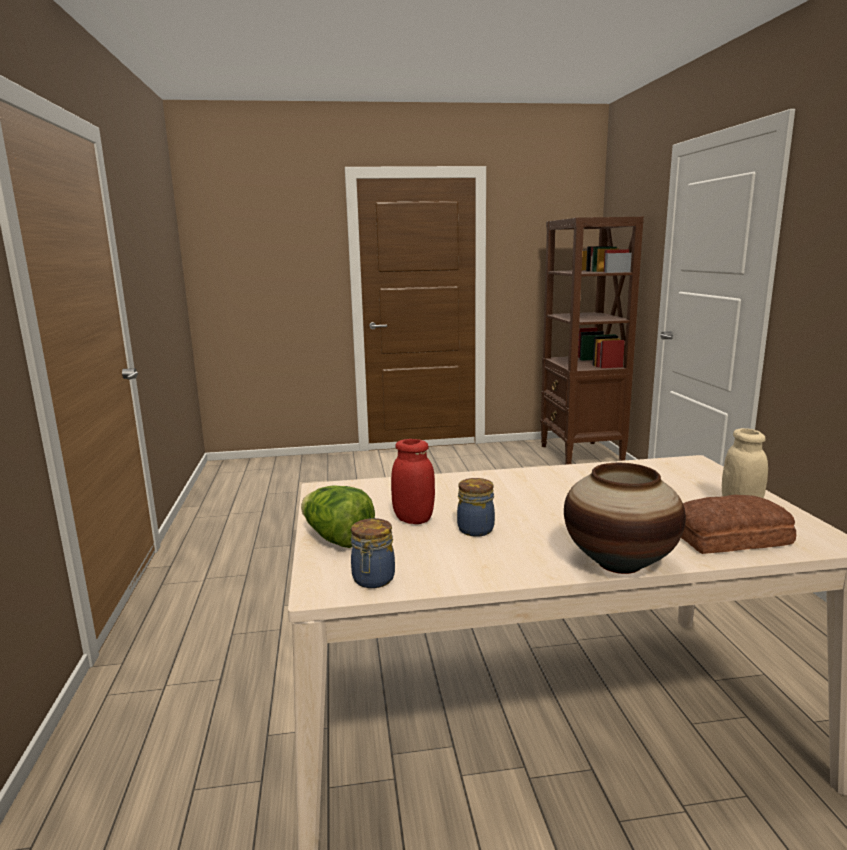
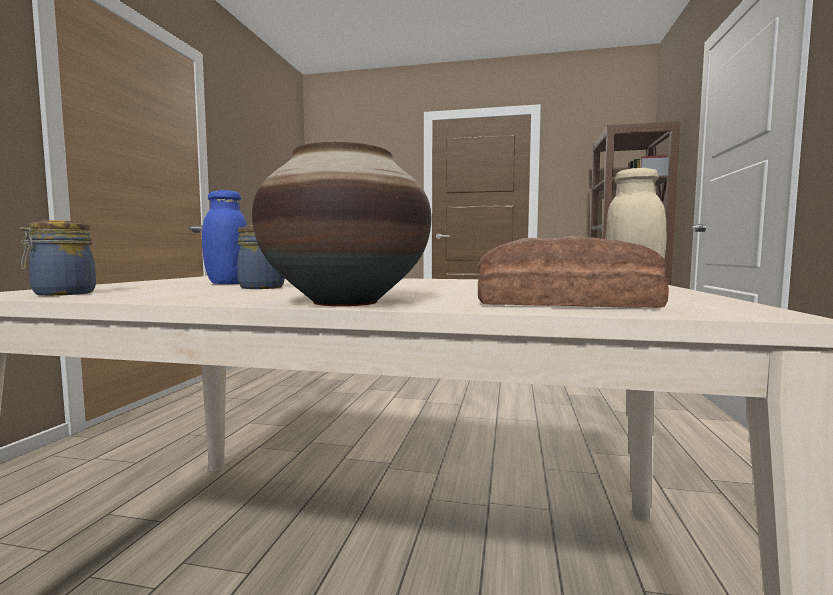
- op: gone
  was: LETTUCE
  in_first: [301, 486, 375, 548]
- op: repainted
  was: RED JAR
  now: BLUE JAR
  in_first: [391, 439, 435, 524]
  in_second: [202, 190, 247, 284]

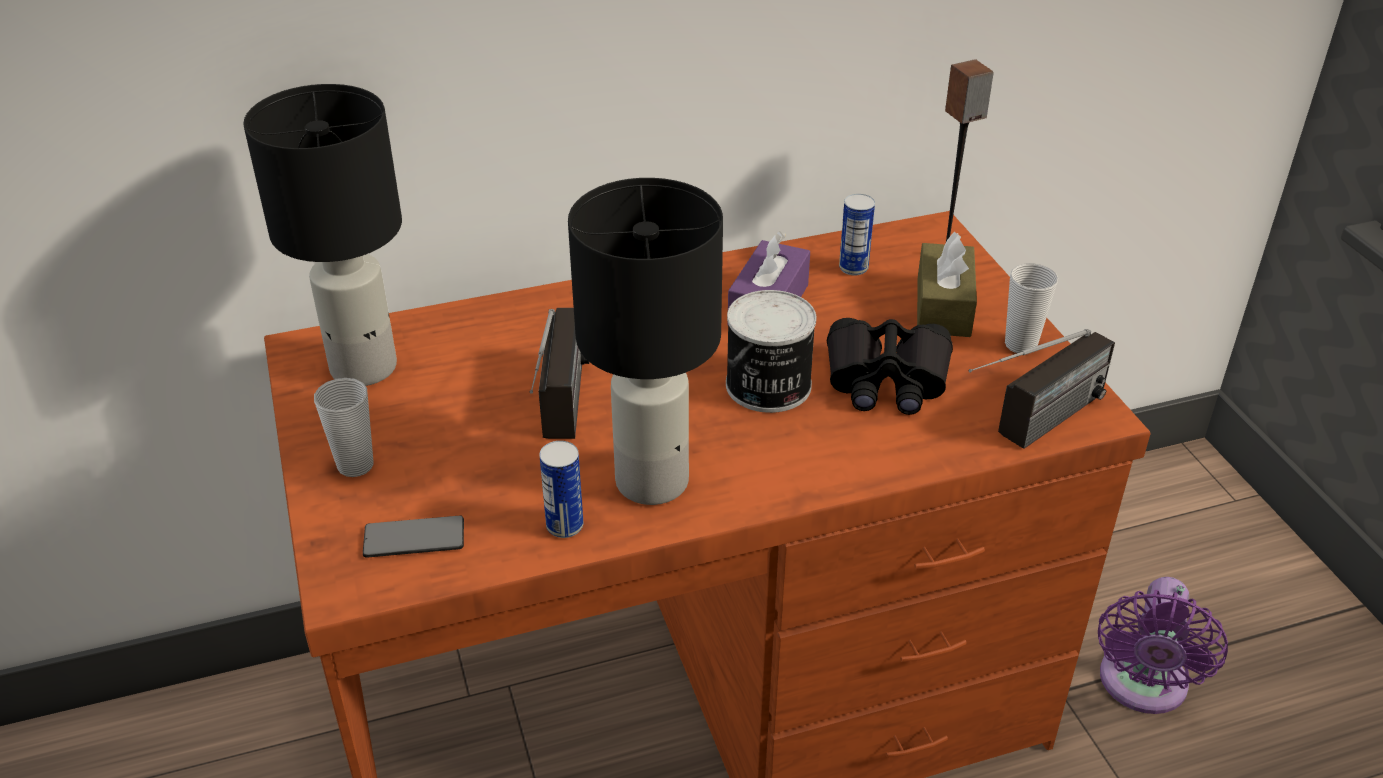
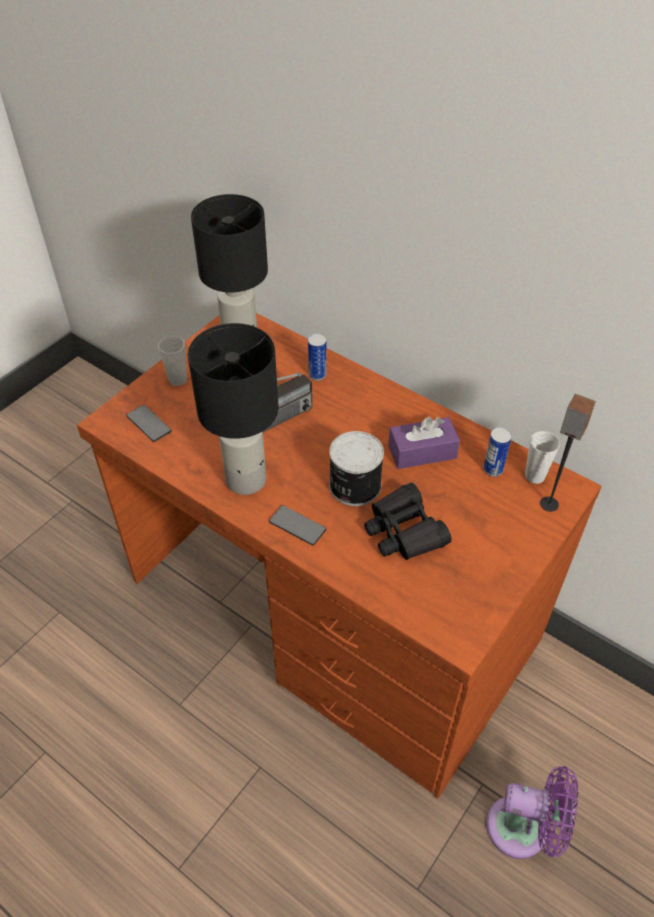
- op: gone
  was: BROWN TISSUE BOX
  in_first: [917, 232, 977, 337]
- op: gone
  was: RADIO
  in_first: [969, 329, 1115, 449]
- op: new
  now: PHONE
  in_second: [269, 505, 326, 545]
- op: shifted
  was: CAN
  in_first: [539, 441, 583, 538]
  in_second: [308, 334, 326, 381]
- op: shifted
  was: CUP
  in_first: [1005, 263, 1058, 353]
  in_second: [525, 431, 560, 484]
- op: rotated
  was: PURPLE FAN
  in_first: [1098, 577, 1228, 714]
  in_second: [486, 766, 578, 859]
  clockwise: -150

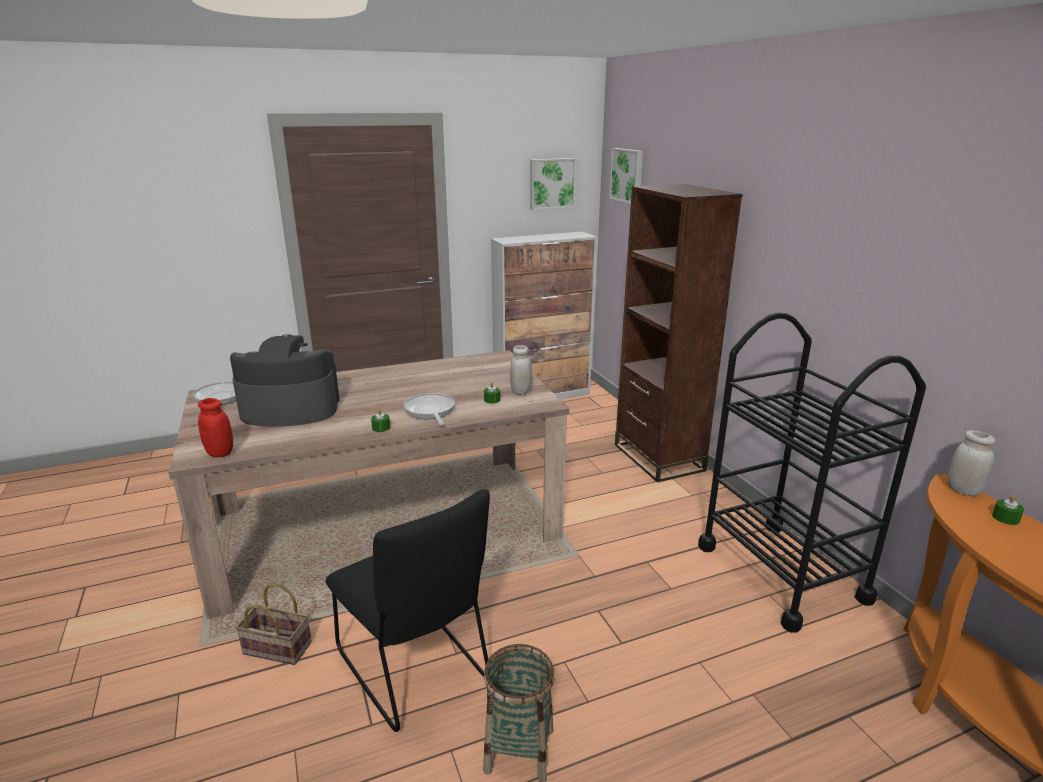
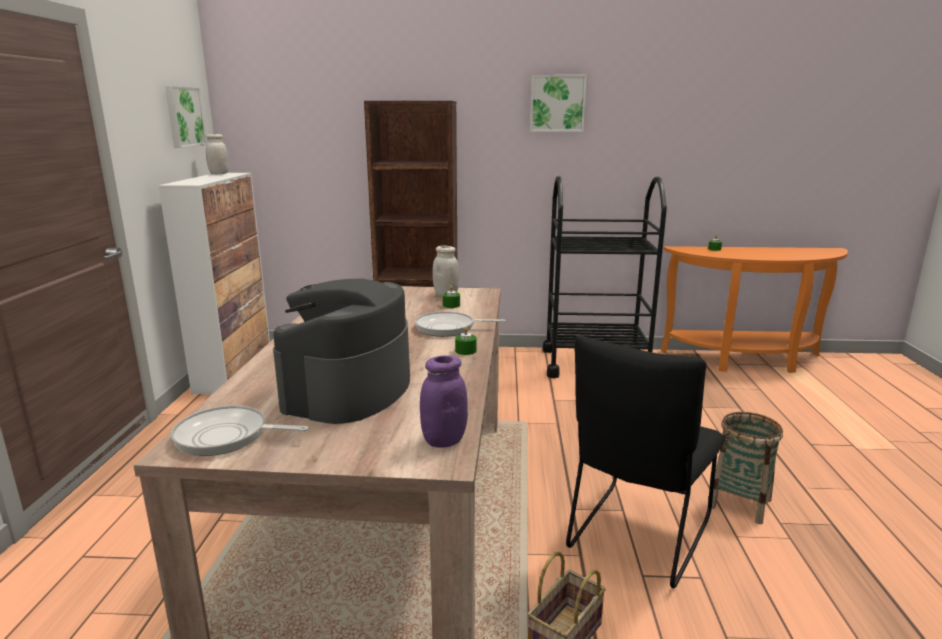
- op: shifted
  was: PICTURE
  in_first: [609, 148, 643, 204]
  in_second: [530, 75, 587, 132]
- op: shifted
  was: WHITE JAR
  in_first: [948, 430, 996, 496]
  in_second: [206, 134, 229, 174]
- op: repainted
  was: RED JAR
  now: PURPLE JAR
  in_first: [198, 398, 233, 457]
  in_second: [420, 355, 468, 448]
- op: rotated
  was: BLACK CHAIR
  in_first: [325, 489, 490, 732]
  in_second: [566, 336, 724, 589]
  clockwise: 135

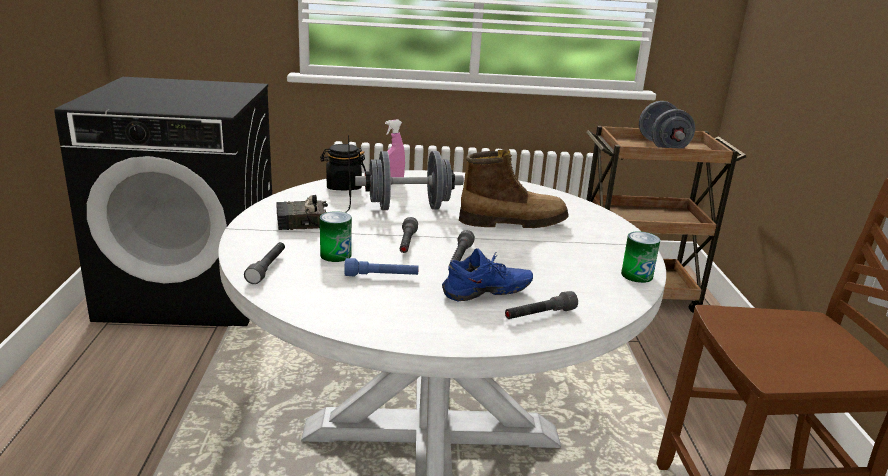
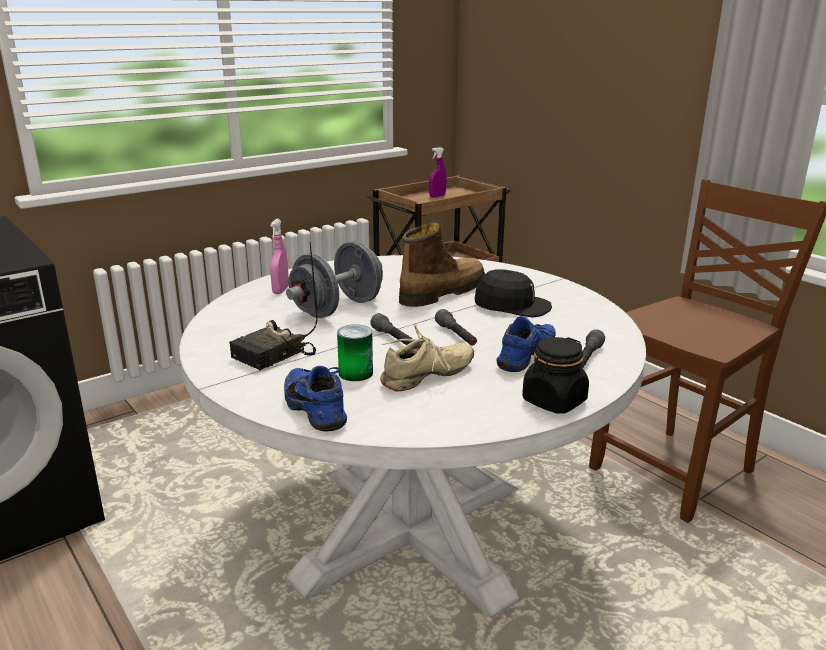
- op: gone
  was: CAN
  in_first: [621, 231, 660, 283]
- op: new
  now: BLACK CAP
  in_second: [474, 269, 552, 318]
- op: shifted
  was: BLACK JAR
  in_first: [320, 144, 366, 190]
  in_second: [522, 337, 589, 414]
- op: swapped
  was: GREY FLASHLIGHT
  now: BLUE SHOE
  in_first: [244, 242, 285, 284]
  in_second: [284, 366, 347, 432]
- op: swapped
  was: BLUE FLASHLIGHT
  now: BEIGE SHOE
  in_first: [344, 258, 419, 277]
  in_second: [380, 324, 474, 391]
- op: swapped
  was: GREY DUMBBELL
  now: PURPLE SPRAY BOTTLE
  in_first: [639, 101, 695, 149]
  in_second: [429, 147, 447, 198]

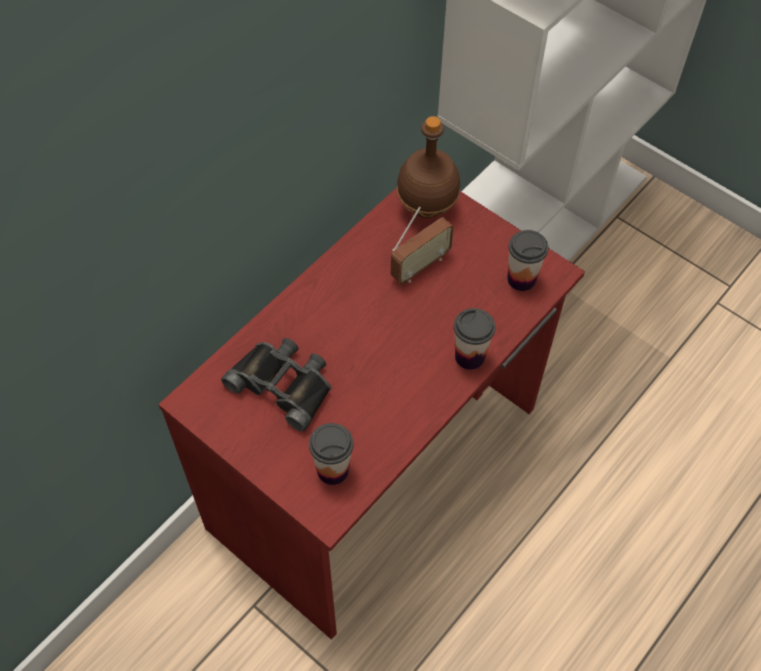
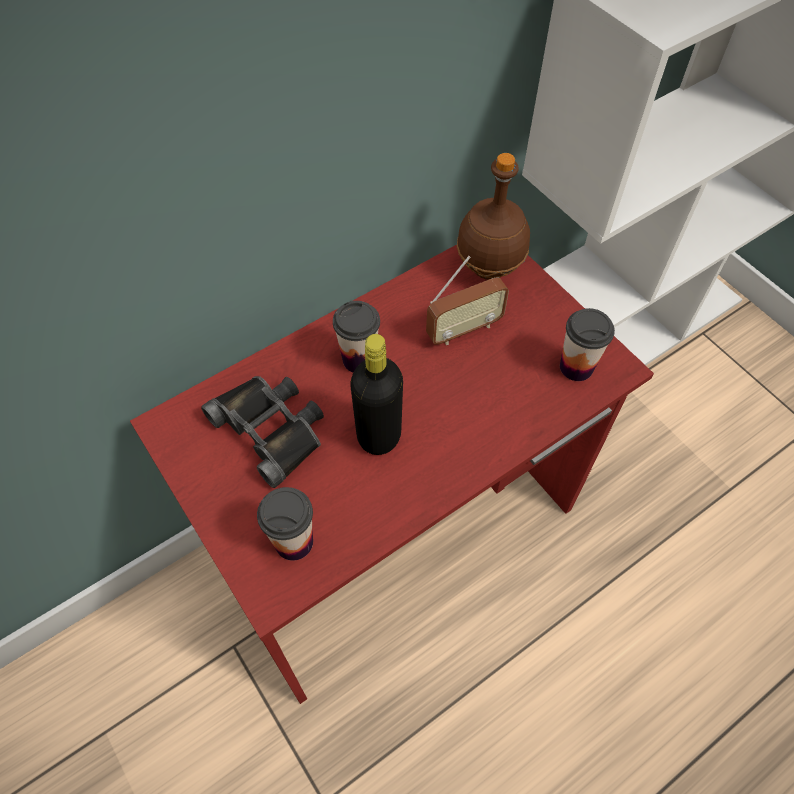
- op: new
  now: BLACK BOTTLE
  in_second: [351, 334, 403, 455]
- op: shifted
  was: CUP
  in_first: [454, 308, 495, 370]
  in_second: [333, 301, 380, 373]

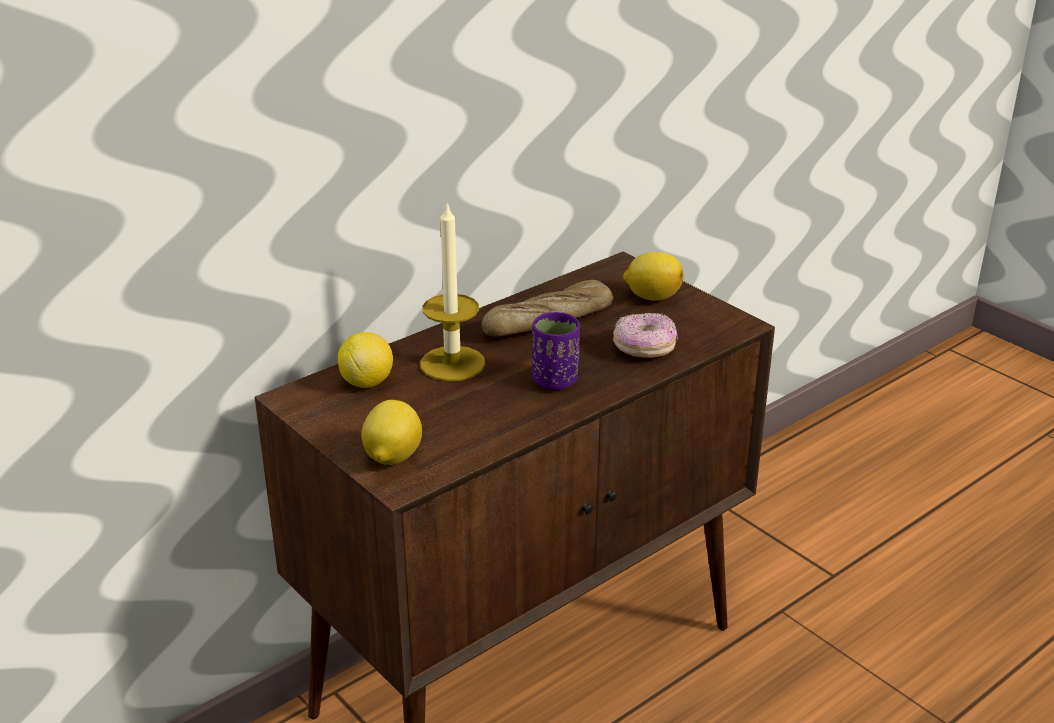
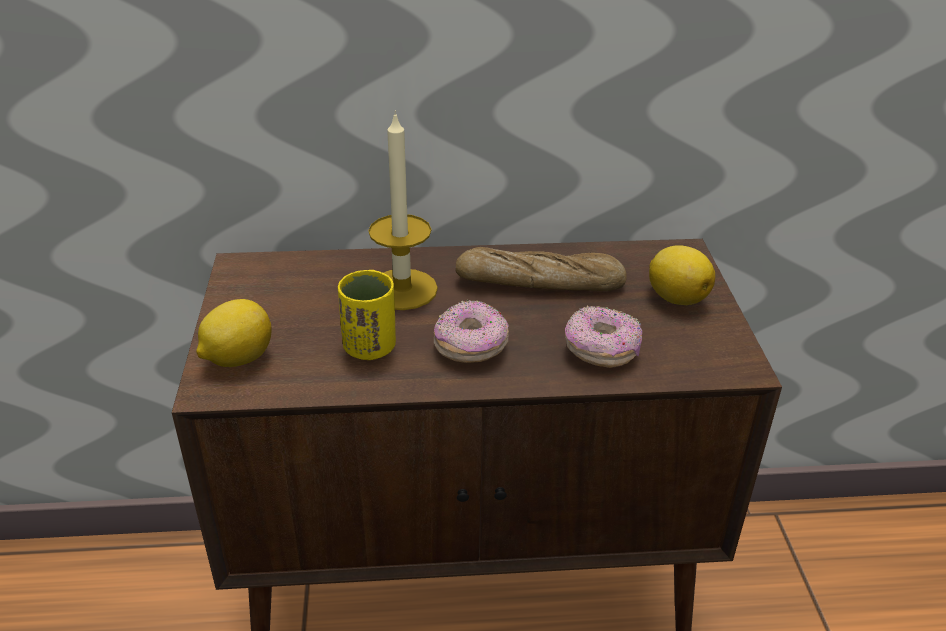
- op: gone
  was: LEMON
  in_first: [338, 332, 393, 388]
- op: new
  now: YELLOW CUP
  in_second: [338, 270, 396, 360]
- op: swapped
  was: PURPLE CUP
  now: DONUT
  in_first: [532, 312, 580, 390]
  in_second: [434, 300, 509, 363]

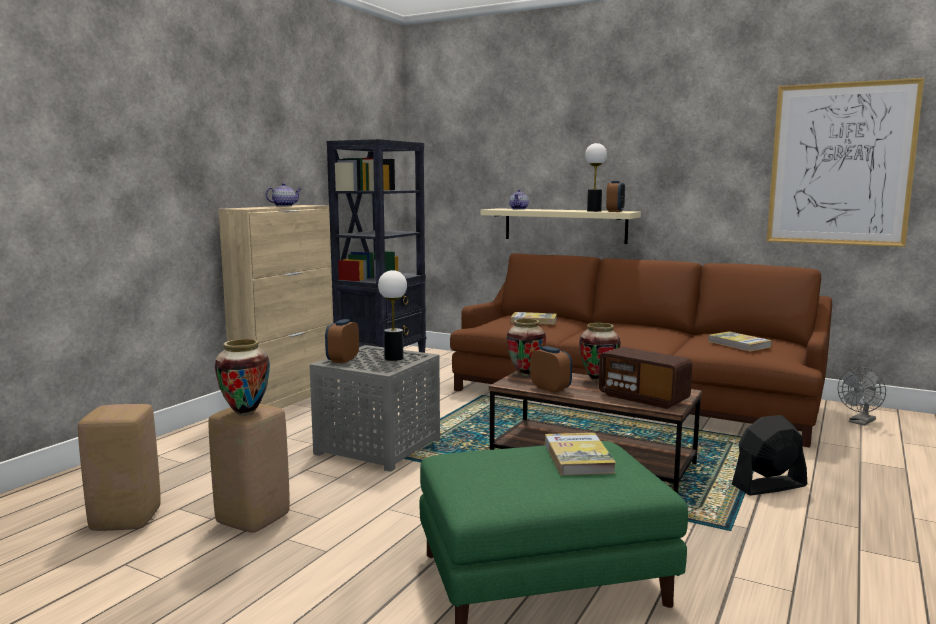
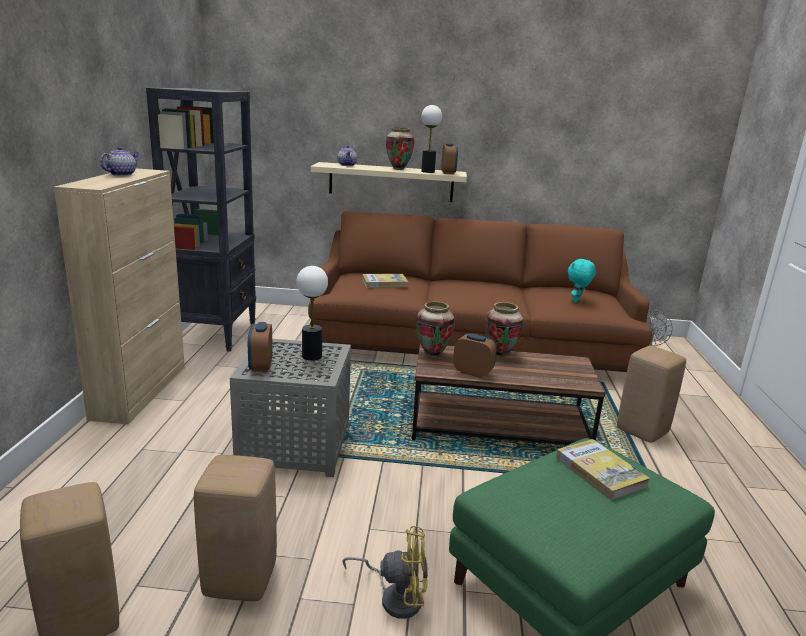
- op: gone
  was: RADIO
  in_first: [599, 347, 692, 409]
- op: gone
  was: PICTURE
  in_first: [766, 78, 924, 247]
- op: new
  now: YELLOW FAN
  in_second: [342, 526, 428, 619]
- op: shifted
  was: VASE
  in_first: [215, 339, 270, 416]
  in_second: [386, 128, 415, 170]
- op: swapped
  was: BOOK
  now: TURQUOISE PLUSH TOY
  in_first: [708, 331, 772, 351]
  in_second: [568, 259, 596, 303]
- op: swapped
  was: BLACK FAN
  now: BEIGE STOOL
  in_first: [732, 415, 807, 496]
  in_second: [617, 346, 686, 443]

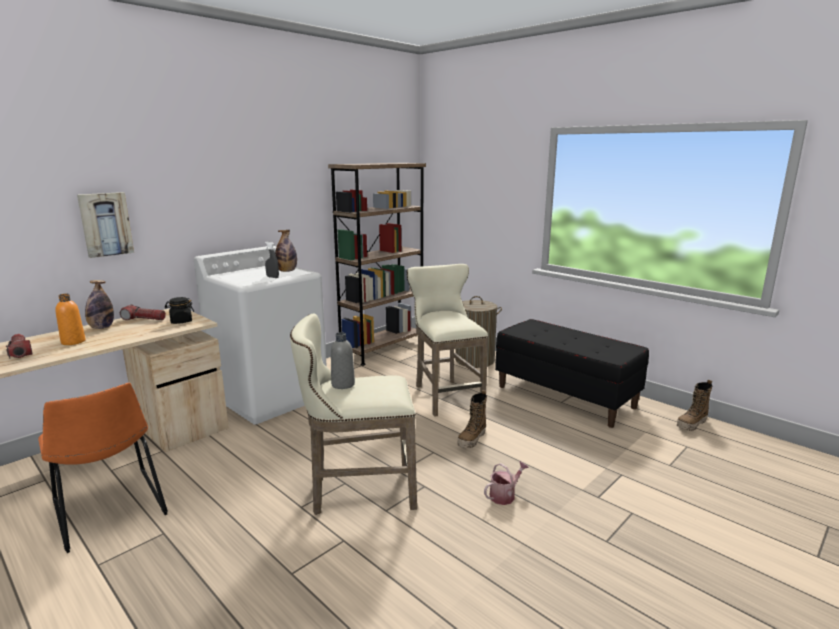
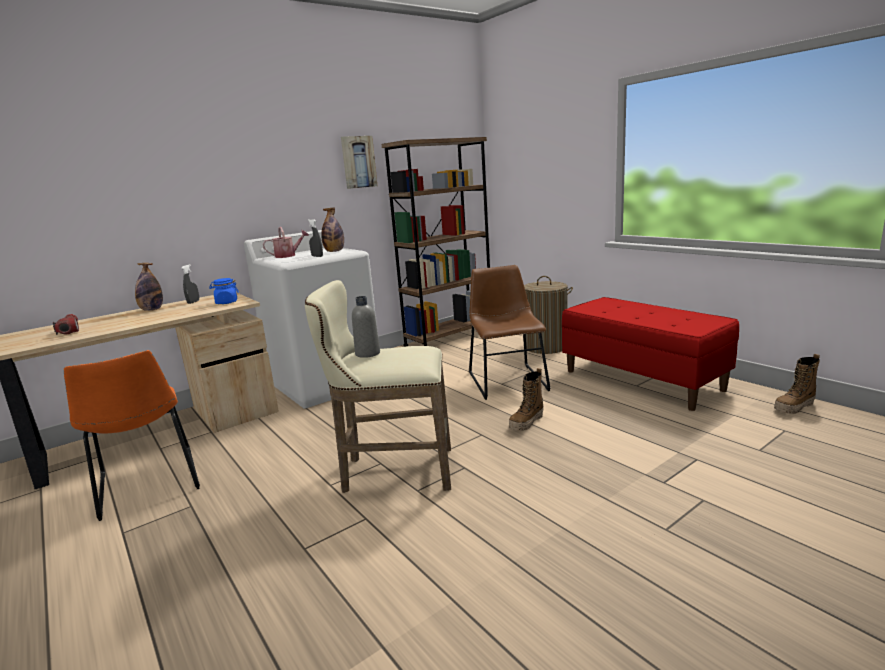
- op: gone
  was: ORANGE BOTTLE
  in_first: [55, 294, 86, 345]
- op: shifted
  was: PICTURE
  in_first: [77, 192, 134, 258]
  in_second: [341, 136, 378, 189]
- op: shifted
  was: WATERING CAN
  in_first: [484, 461, 529, 505]
  in_second: [263, 227, 309, 258]
- op: swapped
  was: FLASHLIGHT
  now: GREY SPRAY BOTTLE
  in_first: [120, 304, 166, 320]
  in_second: [181, 264, 199, 304]
- op: swapped
  was: BEIGE STOOL
  now: BROWN CHAIR
  in_first: [407, 264, 488, 417]
  in_second: [469, 265, 551, 400]
- op: repainted
  was: BLACK JAR
  now: BLUE JAR
  in_first: [165, 297, 194, 324]
  in_second: [209, 278, 239, 304]
- op: repainted
  was: BLACK BENCH
  now: RED BENCH
  in_first: [495, 319, 649, 428]
  in_second: [562, 297, 739, 411]

